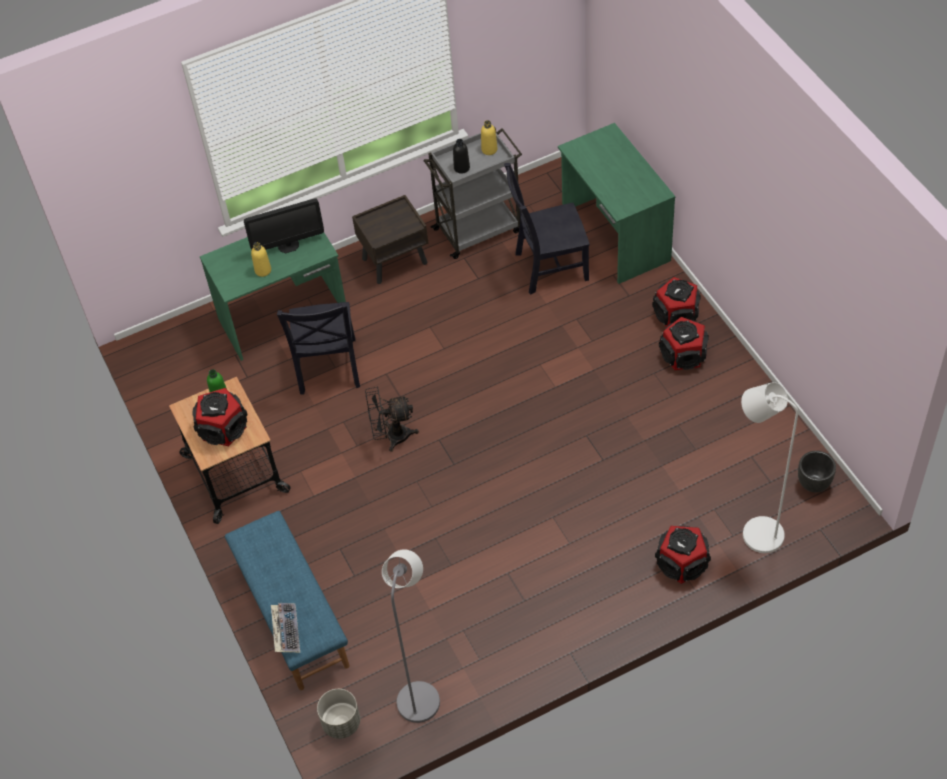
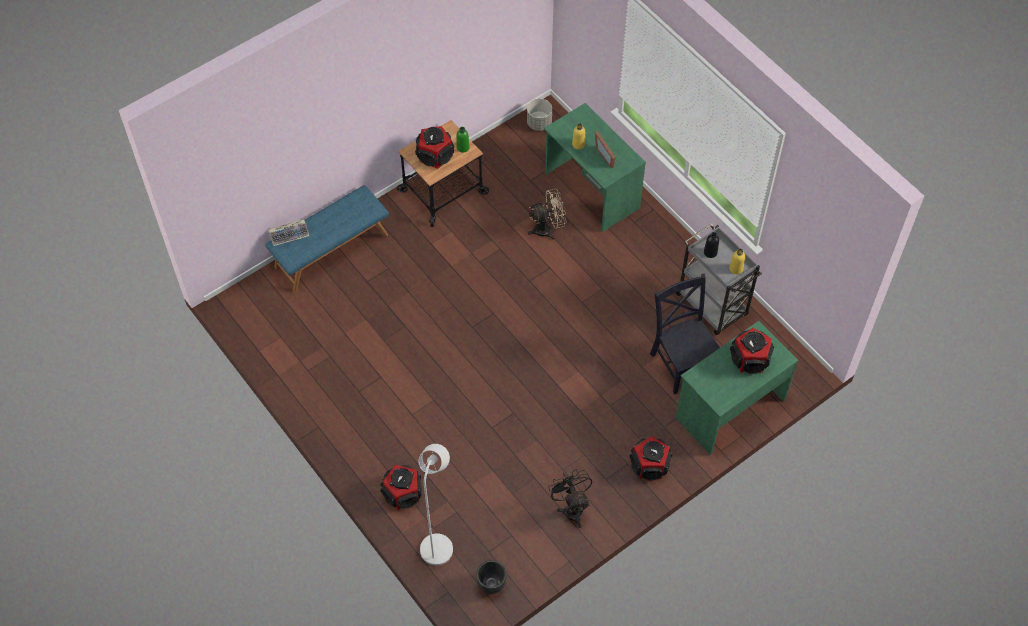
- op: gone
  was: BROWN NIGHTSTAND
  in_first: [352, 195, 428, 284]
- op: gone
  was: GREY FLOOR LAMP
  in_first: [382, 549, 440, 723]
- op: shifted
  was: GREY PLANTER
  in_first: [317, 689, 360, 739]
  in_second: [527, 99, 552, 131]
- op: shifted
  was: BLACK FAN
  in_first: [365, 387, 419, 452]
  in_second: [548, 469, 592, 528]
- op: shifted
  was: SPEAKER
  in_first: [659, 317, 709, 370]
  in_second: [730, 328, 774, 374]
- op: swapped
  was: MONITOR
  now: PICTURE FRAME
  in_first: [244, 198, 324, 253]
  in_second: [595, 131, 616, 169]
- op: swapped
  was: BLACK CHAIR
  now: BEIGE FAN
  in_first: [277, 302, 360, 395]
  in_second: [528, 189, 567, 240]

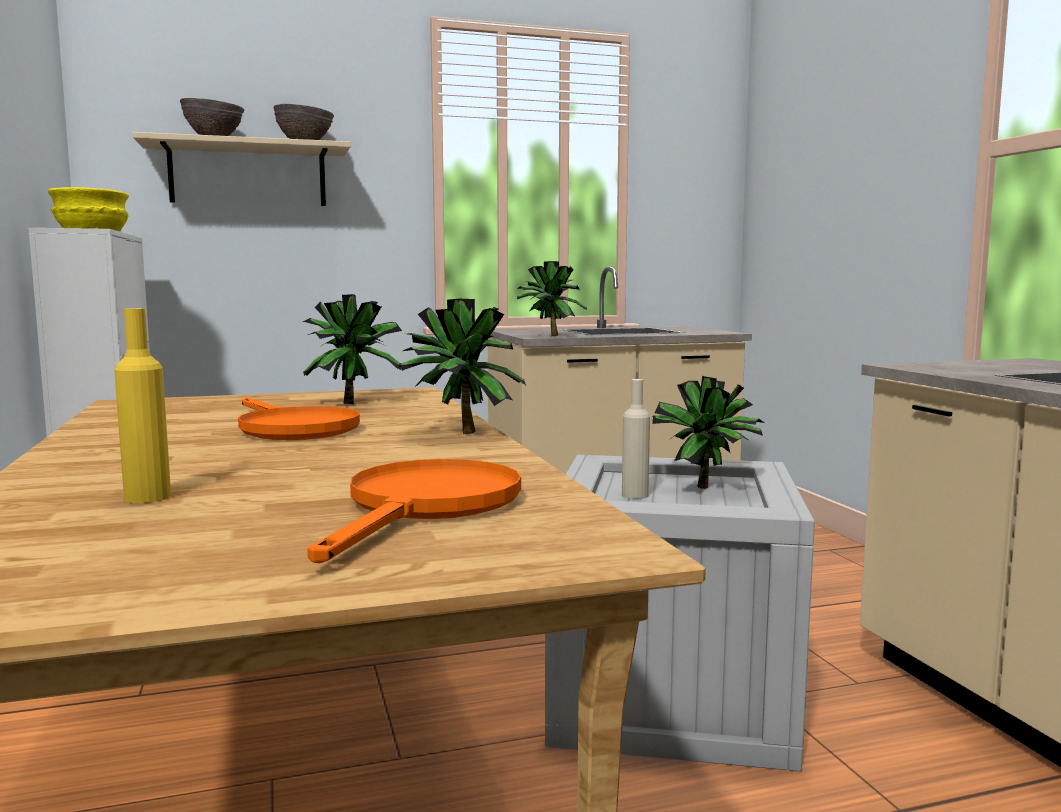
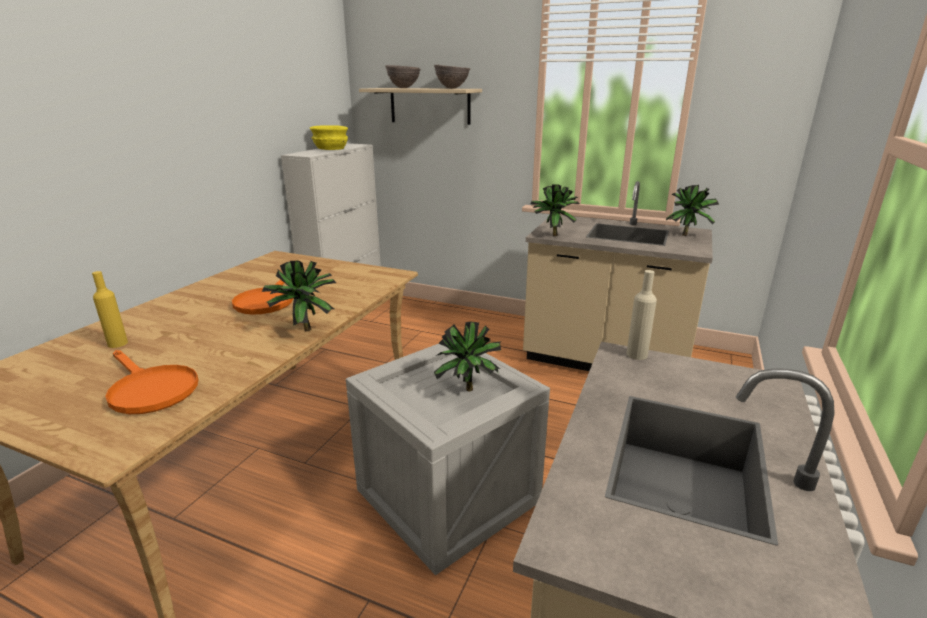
- op: shifted
  was: POTTED PLANT
  in_first: [303, 294, 402, 404]
  in_second: [666, 185, 719, 236]
- op: shifted
  was: BEIGE BOTTLE
  in_first: [622, 379, 650, 499]
  in_second: [627, 270, 657, 360]
- op: rotated
  was: ORANGE FRYING PAN
  in_first: [307, 459, 521, 563]
  in_second: [105, 350, 198, 414]
  clockwise: 75

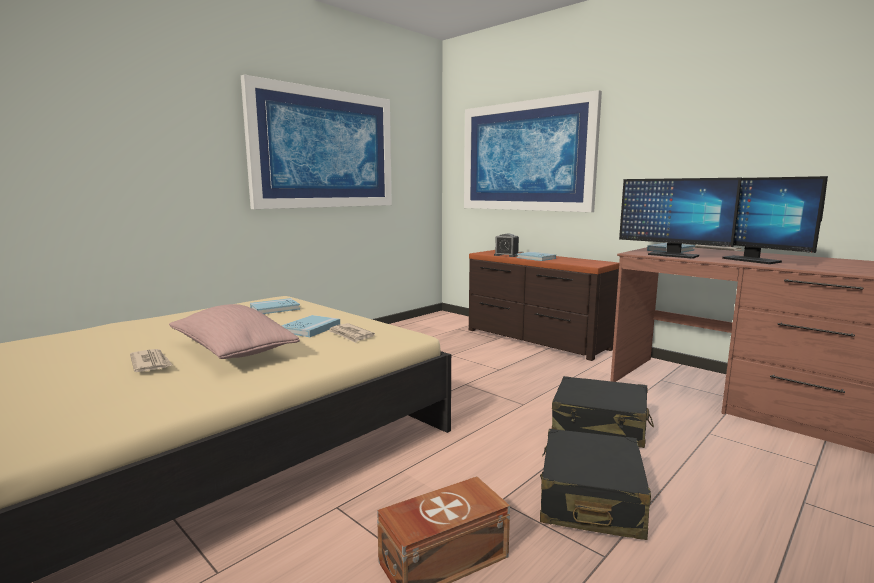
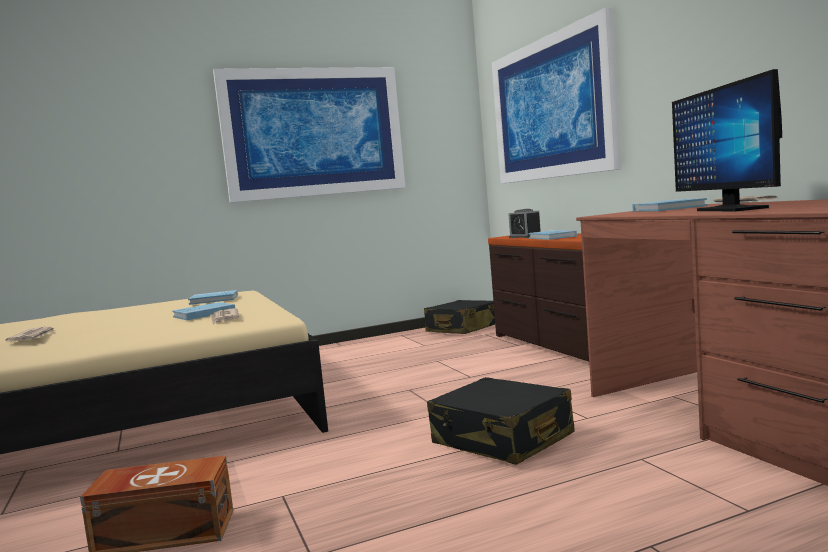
- op: gone
  was: PINK PILLOW
  in_first: [169, 304, 300, 359]
- op: gone
  was: MONITOR
  in_first: [619, 178, 742, 259]
- op: shifted
  was: BLACK SUITCASE
  in_first: [540, 429, 651, 540]
  in_second: [424, 300, 495, 334]

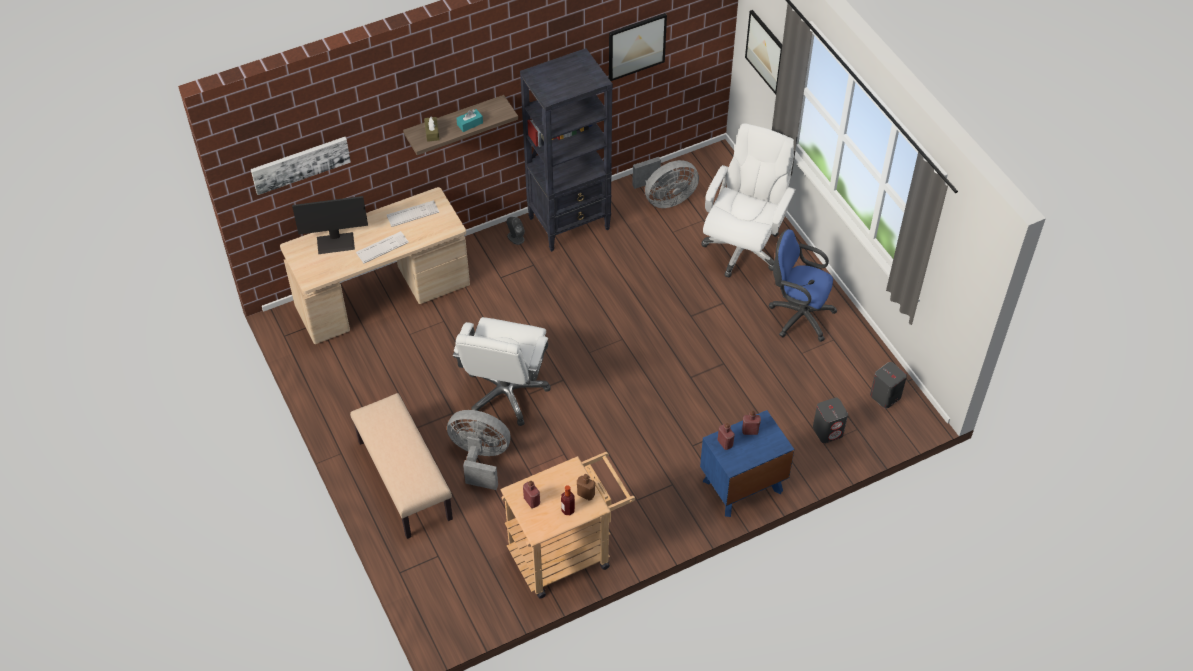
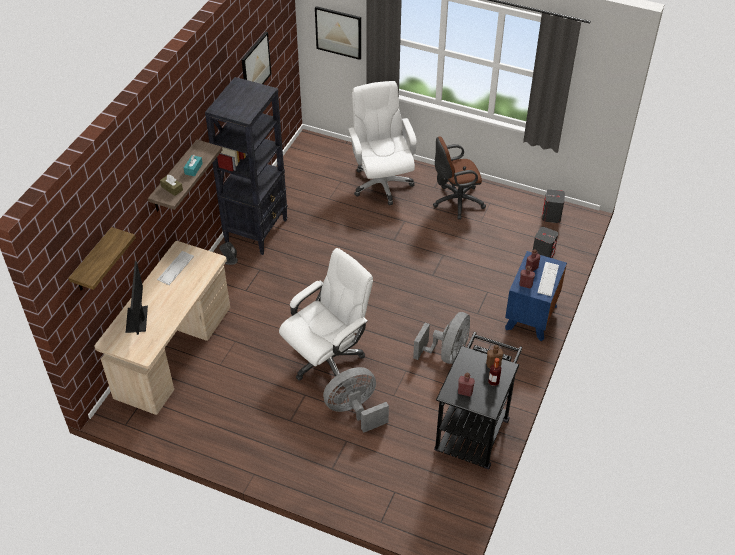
- op: gone
  was: BEIGE BENCH
  in_first: [350, 393, 453, 539]
- op: shifted
  was: KEYBOARD
  in_first: [356, 231, 409, 264]
  in_second: [537, 262, 559, 296]
- op: shifted
  was: GREY FAN
  in_first: [632, 157, 699, 208]
  in_second: [413, 312, 470, 364]
- op: swapped
  was: PICTURE
  now: SHELF
  in_first: [251, 137, 351, 195]
  in_second: [68, 227, 136, 291]
- op: repainted
  was: BEIGE CART
  now: BLACK CART
  in_first: [500, 452, 635, 598]
  in_second: [434, 332, 522, 469]
- op: repainted
  was: BLUE OFFICE CHAIR
  now: BROWN OFFICE CHAIR
  in_first: [769, 229, 837, 342]
  in_second: [433, 136, 486, 219]
- op: rotated
  was: MONITOR
  in_first: [292, 196, 368, 254]
  in_second: [126, 261, 148, 335]
  clockwise: 135
- op: rotated
  was: WHITE OFFICE CHAIR
  in_first: [453, 317, 551, 426]
  in_second: [279, 248, 373, 387]
  clockwise: -105

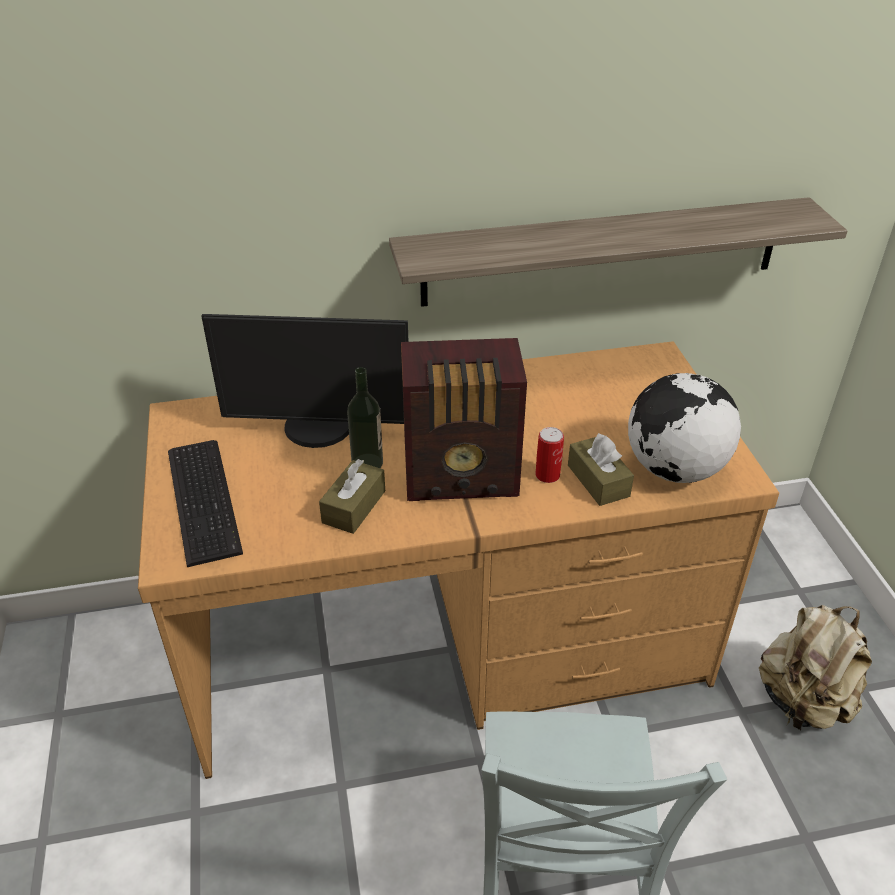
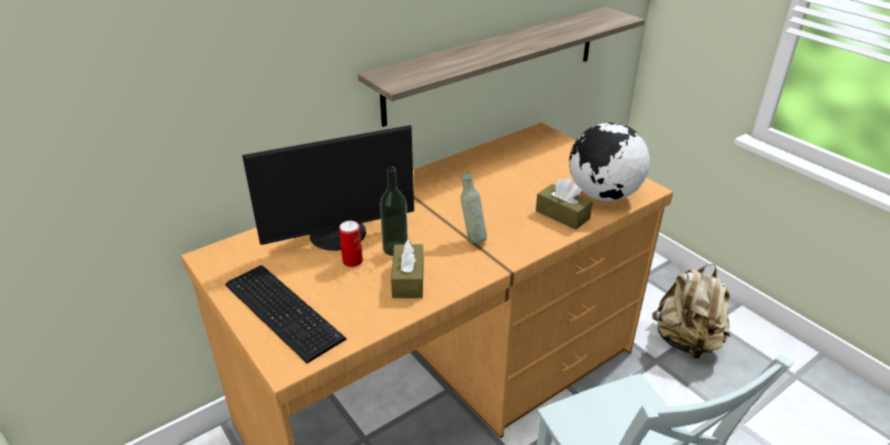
- op: shifted
  was: CAN
  in_first: [535, 427, 564, 483]
  in_second: [339, 221, 363, 267]
- op: swapped
  was: RADIO
  now: GREY BOTTLE
  in_first: [401, 338, 527, 501]
  in_second: [461, 172, 487, 244]

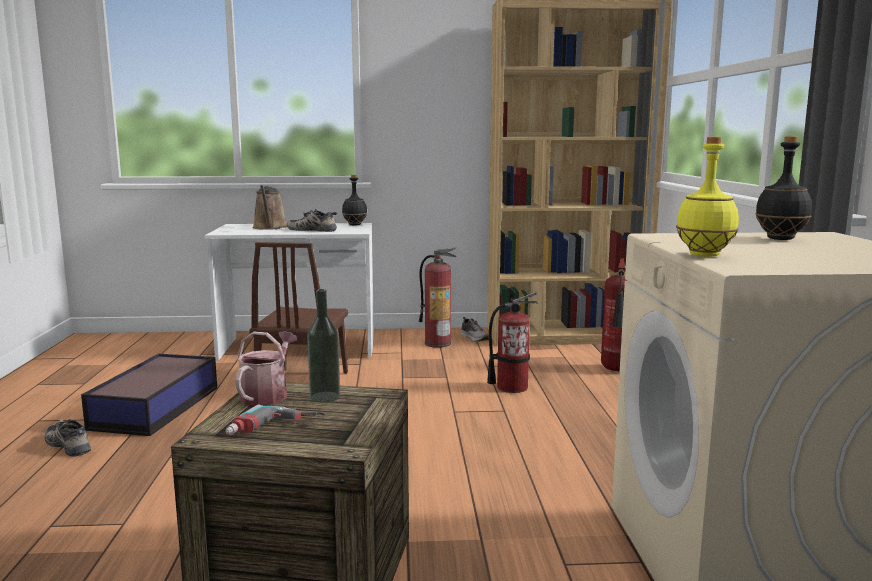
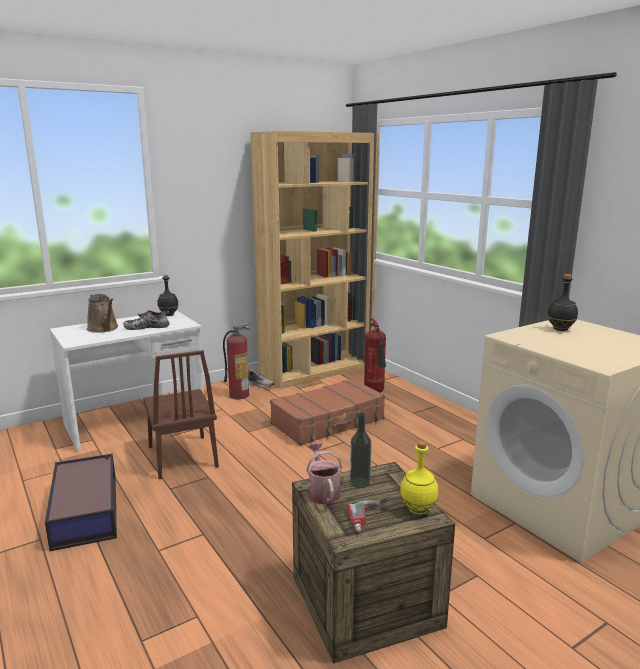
- op: gone
  was: SHOE
  in_first: [44, 419, 91, 457]
- op: shifted
  was: YELLOW BOTTLE
  in_first: [676, 137, 739, 257]
  in_second: [400, 441, 438, 514]
- op: swapped
  was: FIRE EXTINGUISHER
  now: BROWN SUITCASE
  in_first: [487, 292, 537, 393]
  in_second: [270, 378, 385, 446]

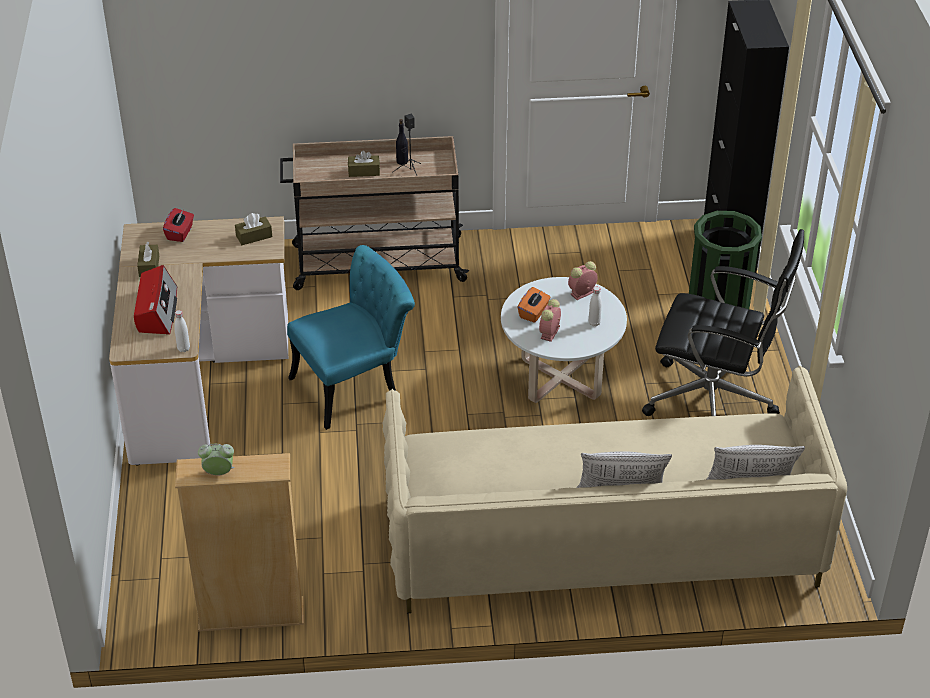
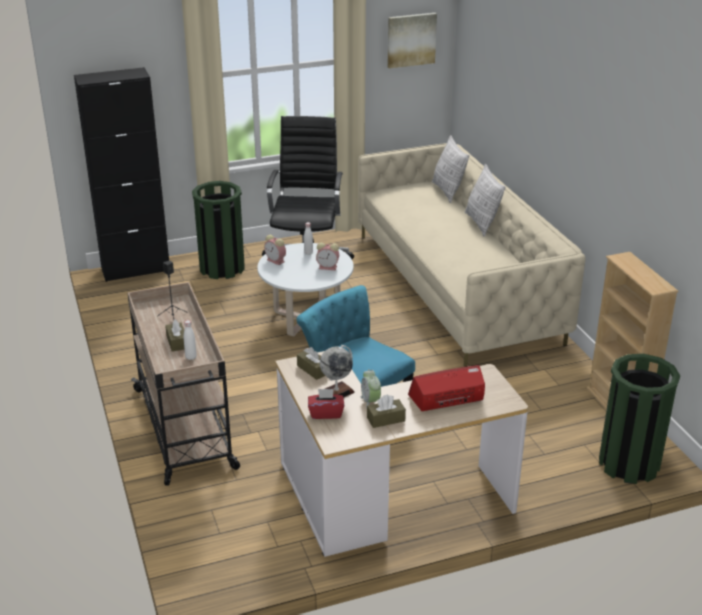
- op: gone
  was: BLACK BOTTLE
  in_first: [396, 119, 408, 165]
- op: gone
  was: ORANGE TISSUE BOX
  in_first: [518, 287, 550, 323]
- op: new
  now: GLOBE
  in_second: [320, 345, 355, 397]
- op: new
  now: PICTURE
  in_second: [387, 13, 437, 68]
- op: new
  now: GREEN TRASH CAN
  in_second: [599, 354, 680, 484]
- op: shifted
  was: WHITE BOTTLE
  in_first: [174, 310, 190, 352]
  in_second: [184, 320, 197, 360]
- op: shifted
  was: ALARM CLOCK
  in_first: [198, 444, 235, 475]
  in_second: [360, 369, 381, 408]

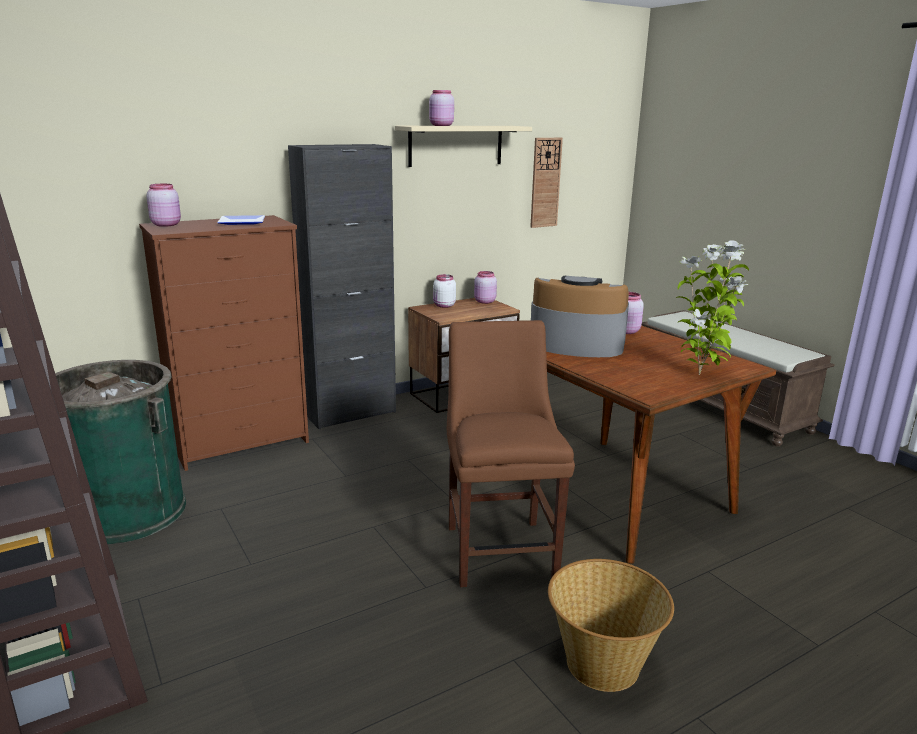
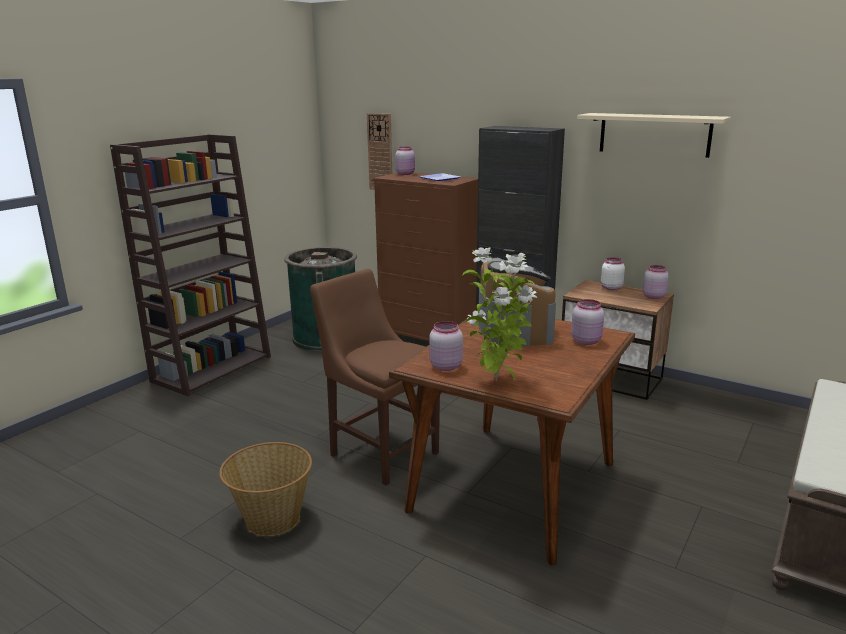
- op: shifted
  was: PINK JAR
  in_first: [429, 90, 454, 126]
  in_second: [429, 321, 463, 371]
- op: shifted
  was: WALL CLOCK
  in_first: [530, 138, 563, 228]
  in_second: [367, 113, 392, 190]
- op: rotated
  was: BROWN CHAIR
  in_first: [447, 320, 575, 587]
  in_second: [310, 269, 440, 486]
  clockwise: -105

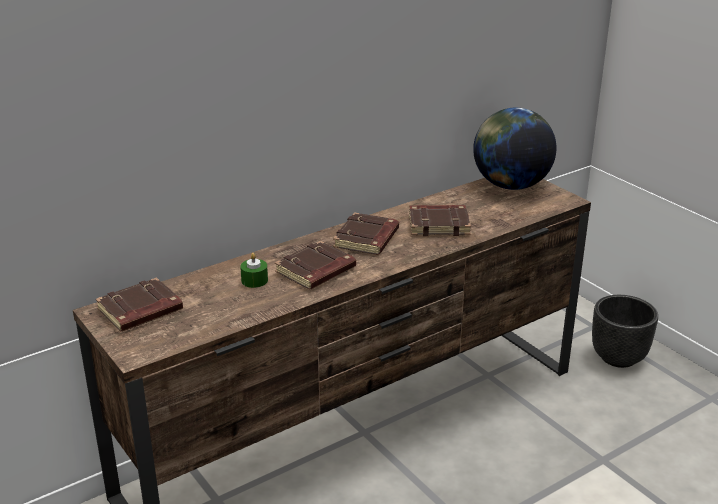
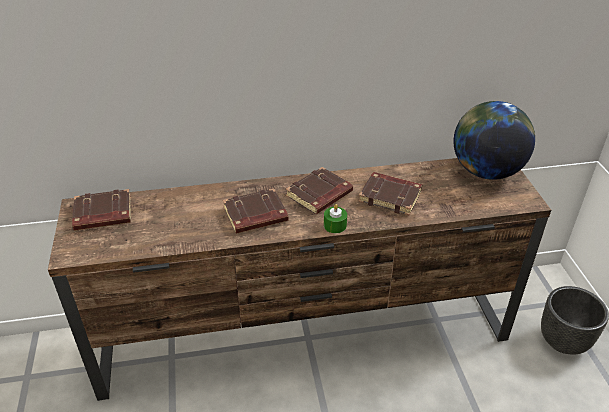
- op: shifted
  was: GREEN CANDLE
  in_first: [240, 253, 268, 288]
  in_second: [324, 204, 347, 233]

